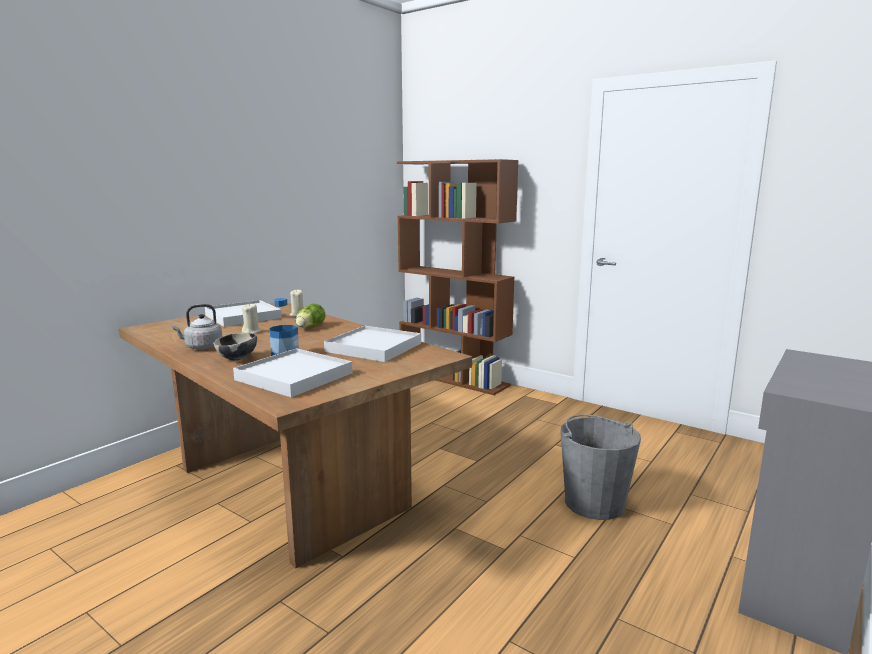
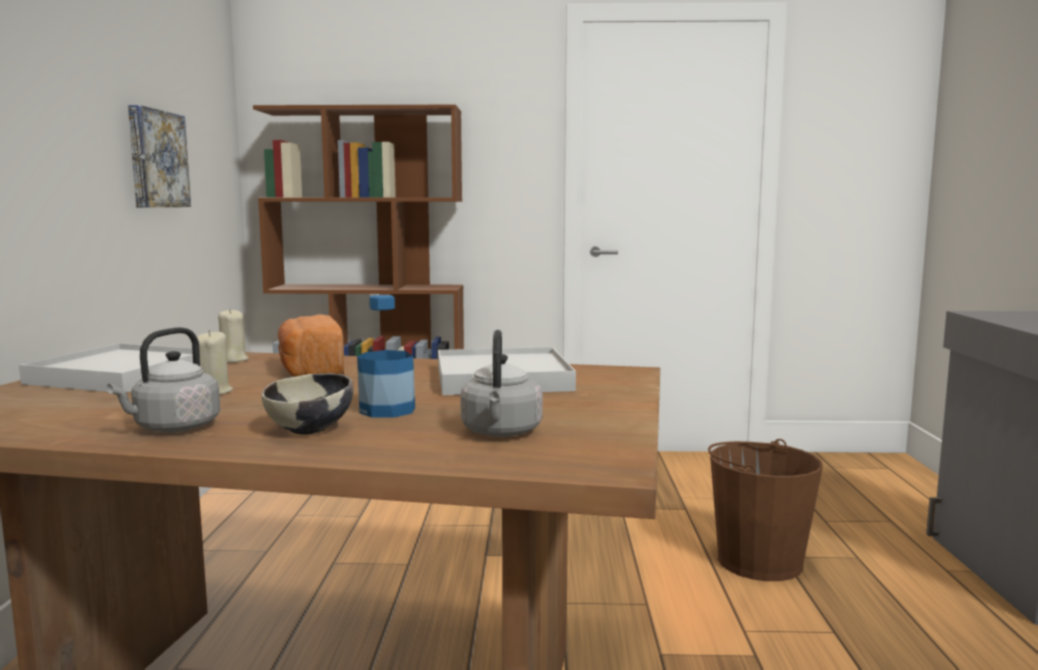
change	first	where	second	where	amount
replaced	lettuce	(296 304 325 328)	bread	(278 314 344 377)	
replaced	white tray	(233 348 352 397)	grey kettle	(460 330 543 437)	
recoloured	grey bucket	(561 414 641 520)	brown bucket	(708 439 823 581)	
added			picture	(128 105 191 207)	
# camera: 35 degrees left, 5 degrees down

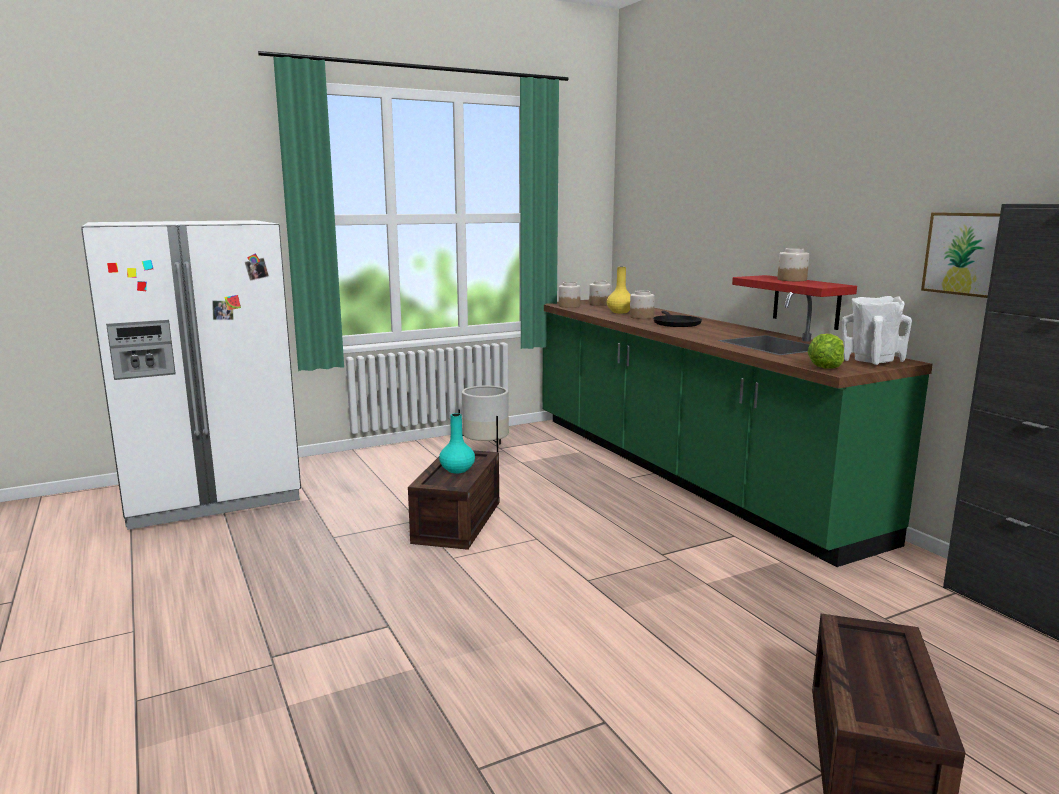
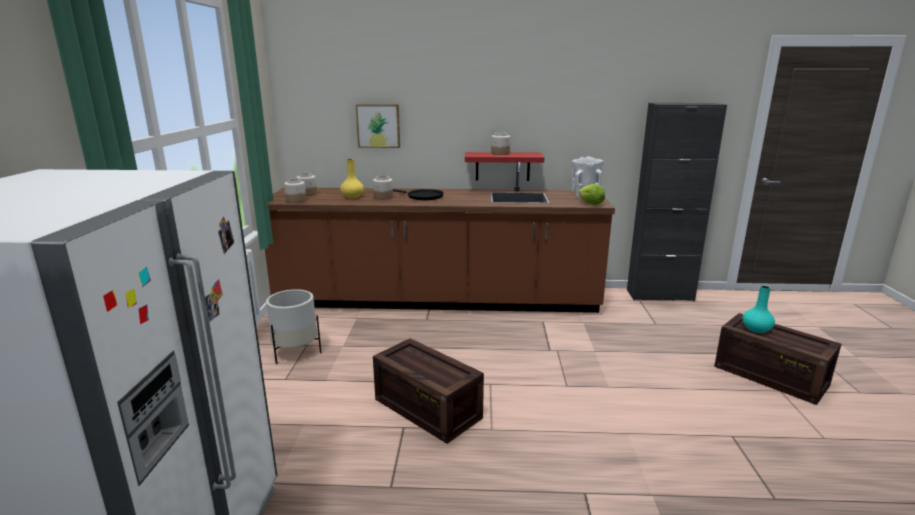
change	first	where	second	where	amount
moved	picture	(921 212 1000 298)		(356 104 400 148)	
recoloured	green counter	(542 292 933 567)	brown counter	(265 162 615 313)	
moved	turquoise vase	(439 413 475 473)		(743 286 775 333)	
# camera: 60 degrees left, 5 degrees up

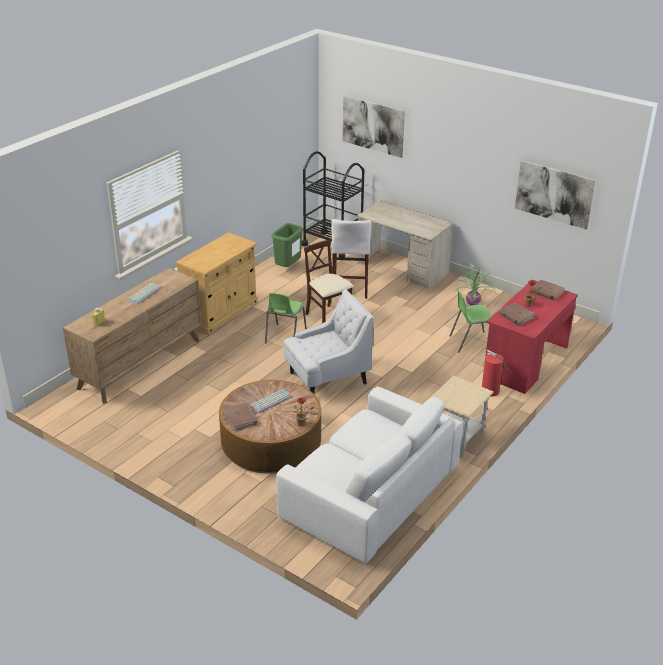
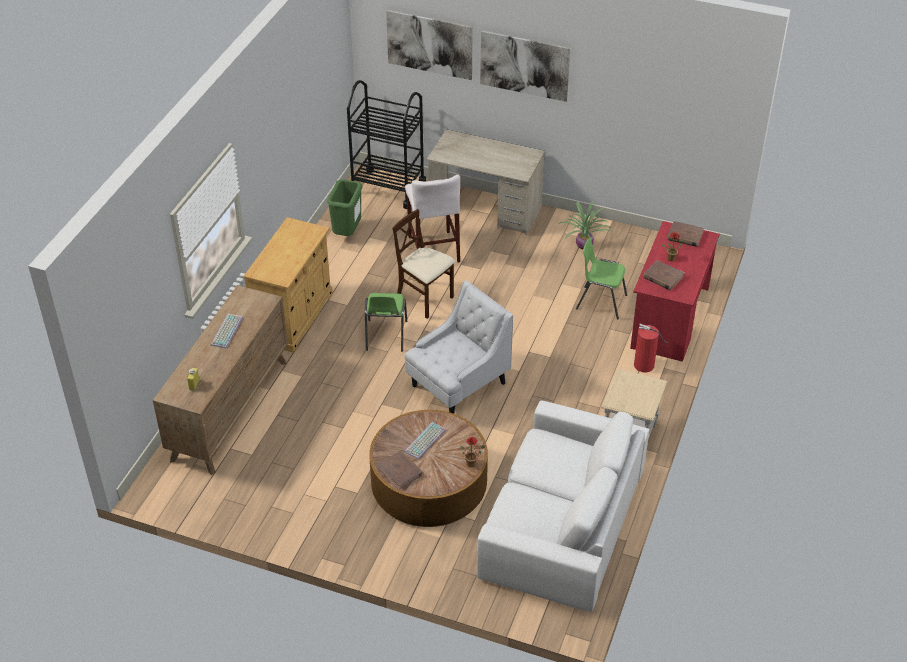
change	first	where	second	where	amount
moved	picture	(515 161 596 230)		(480 31 571 102)	
turned	green chair	(450 289 492 353)		(576 239 627 319)	45 degrees clockwise
# camera: 15 degrees left, 10 degrees up

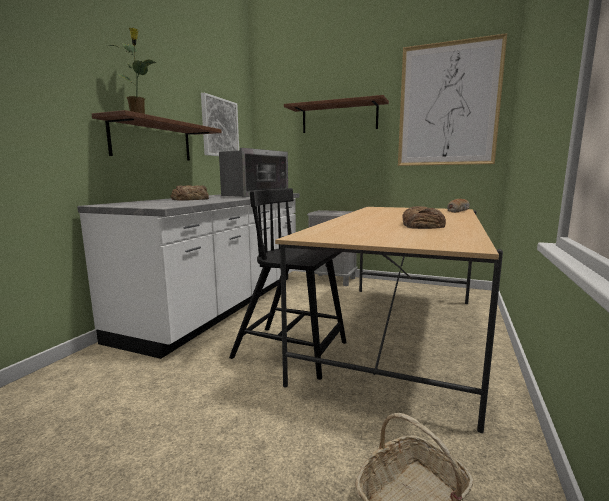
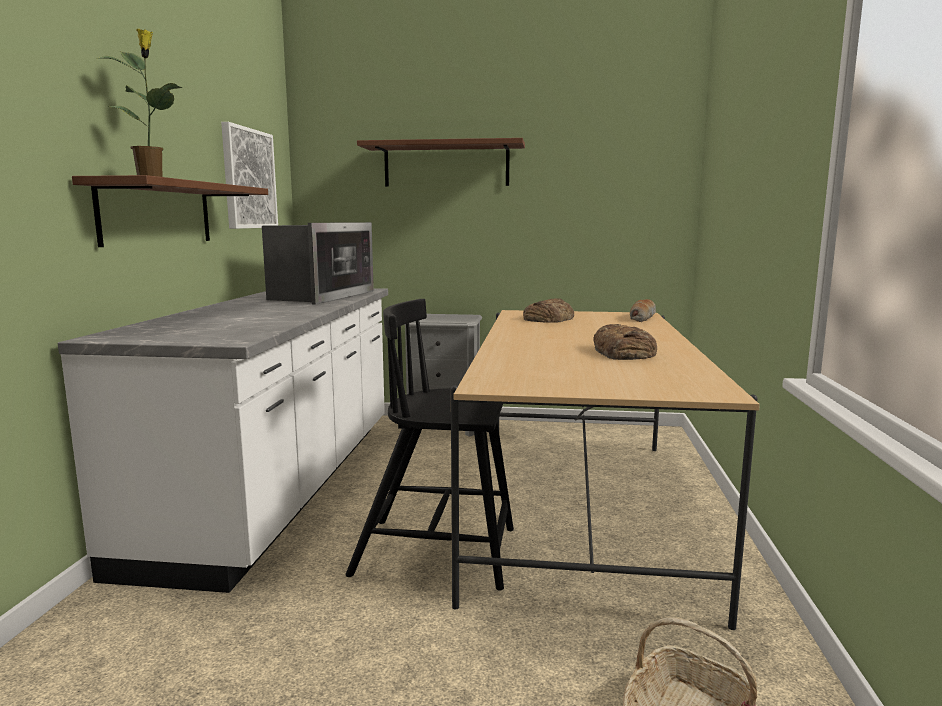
change	first	where	second	where	amount
removed	picture	(398 33 507 166)			
moved	bread	(170 185 209 200)		(523 298 574 323)	
# camera: 15 degrees left, 0 degrees up

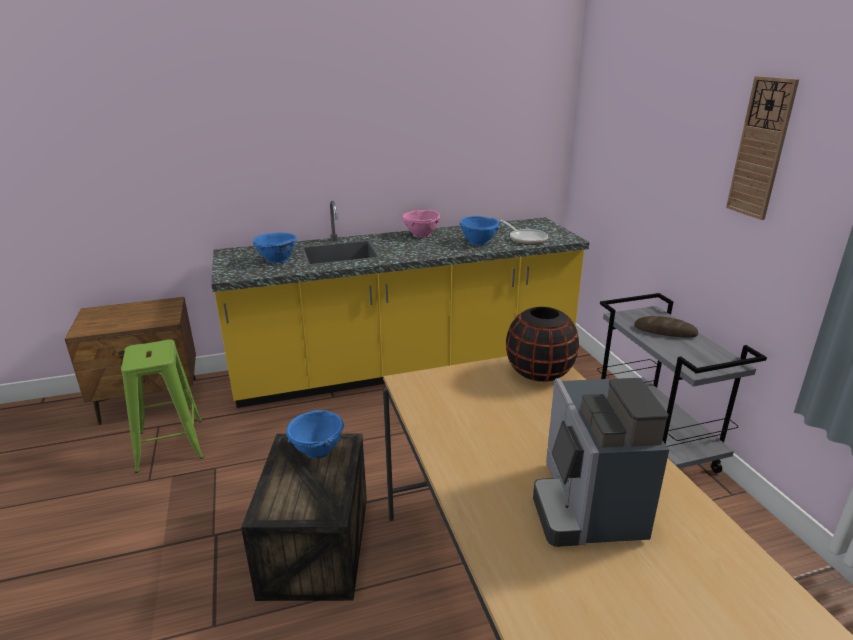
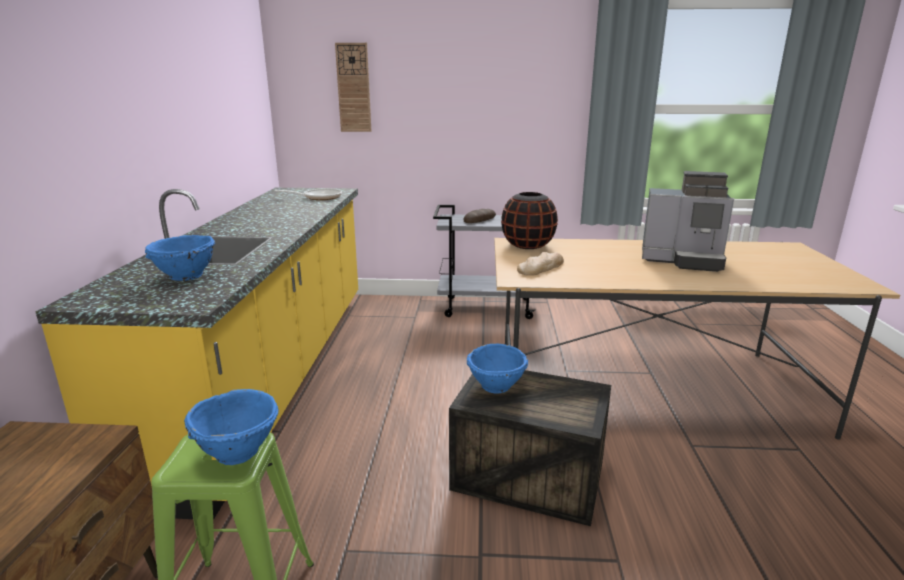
change	first	where	second	where	amount
moved	wall clock	(726 76 799 220)		(335 43 371 132)	
removed	pink bowl	(402 210 440 238)			
moved	blue bowl	(459 216 500 245)		(184 389 279 465)	
added			bread	(517 252 564 276)	
# camera: 70 degrees left, 5 degrees down

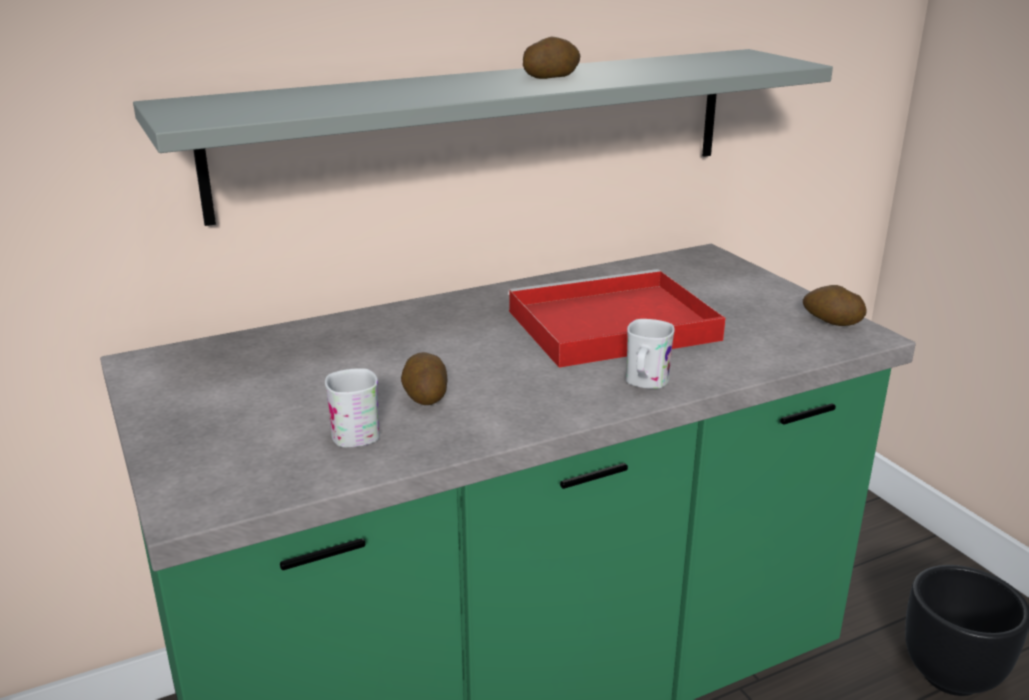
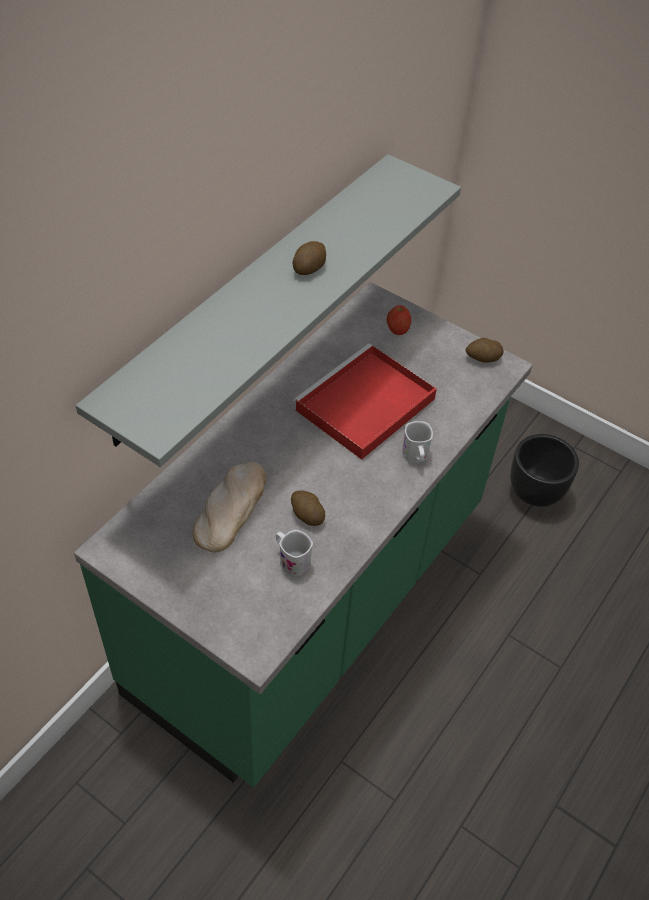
change	first	where	second	where	amount
added			apple	(387 305 411 335)	
added			bread	(193 462 266 553)	
# camera: 30 degrees left, 25 degrees up

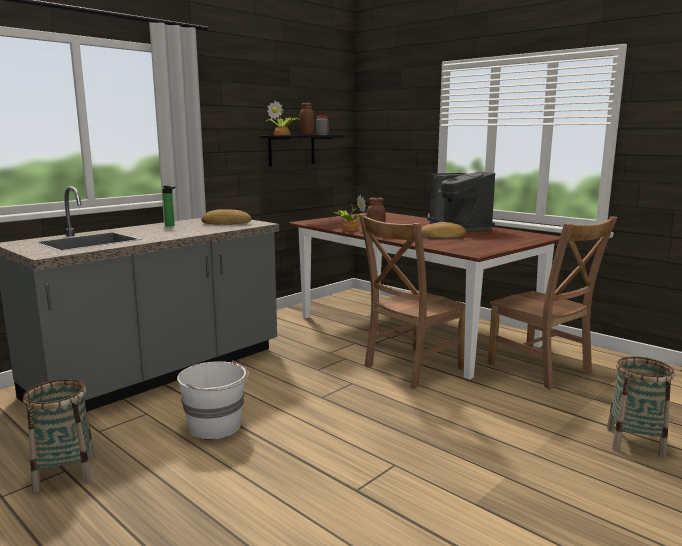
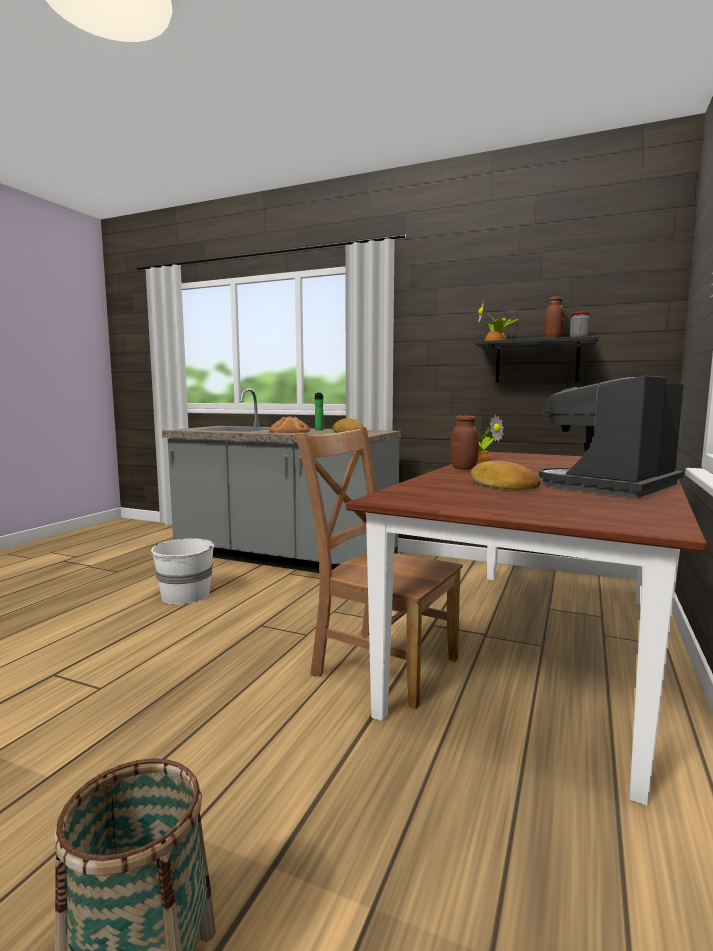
change	first	where	second	where	amount
removed	brown chair	(487 216 618 390)			
removed	basket	(23 379 95 493)			
added			bread	(269 416 311 433)	
# camera: 70 degrees right, 5 degrees down

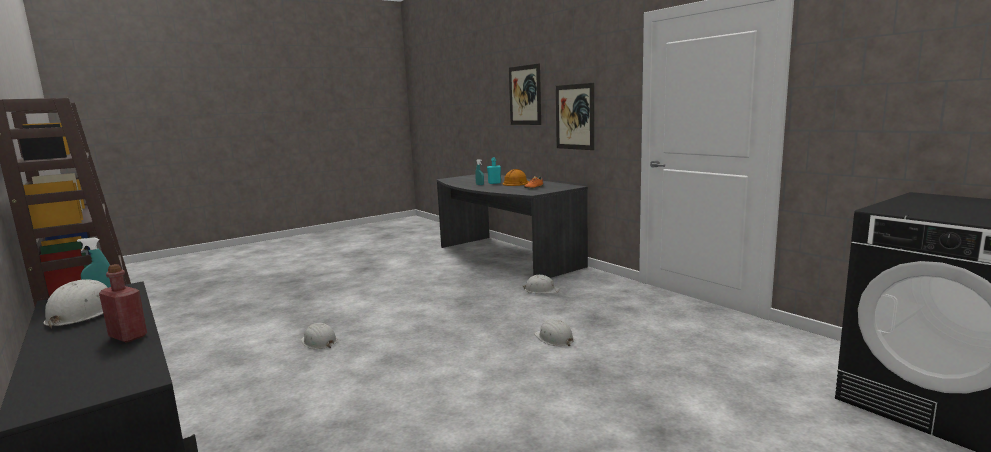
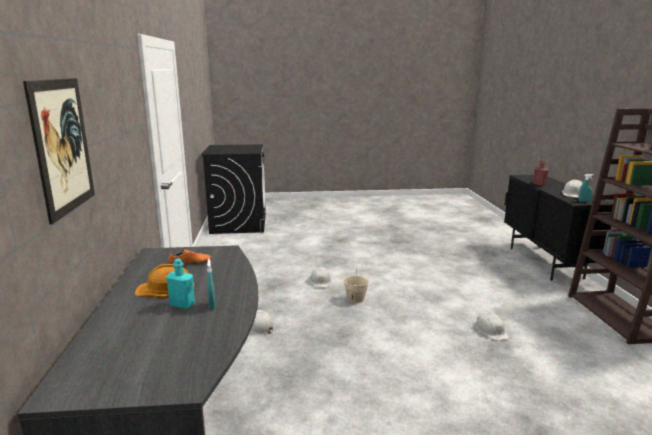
change	first	where	second	where	amount
removed	picture	(556 83 594 150)			
added			beige bucket	(343 267 369 303)	
# camera: 150 degrees left, 5 degrees up

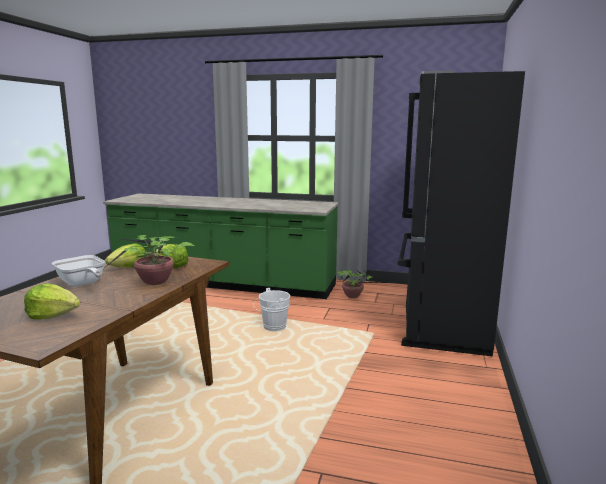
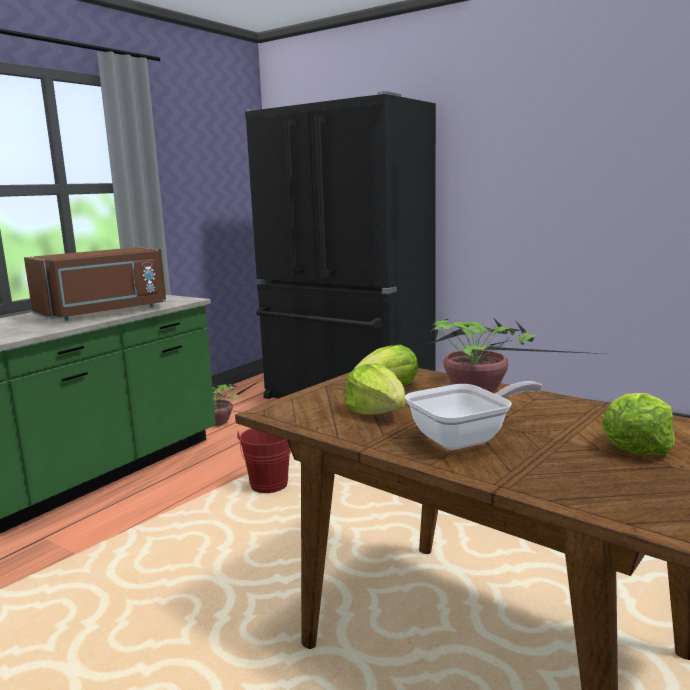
change	first	where	second	where	amount
recoloured	white bucket	(253 288 290 331)	red bucket	(237 428 291 493)	
added			brown microwave	(24 247 166 321)	
# camera: 70 degrees left, 0 degrees up

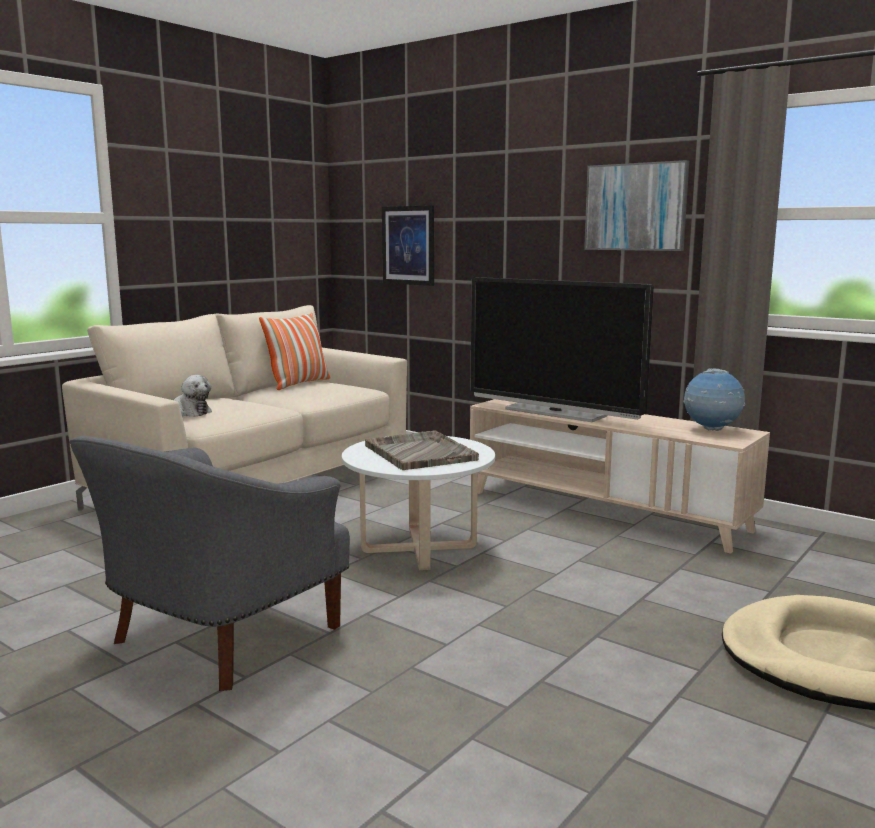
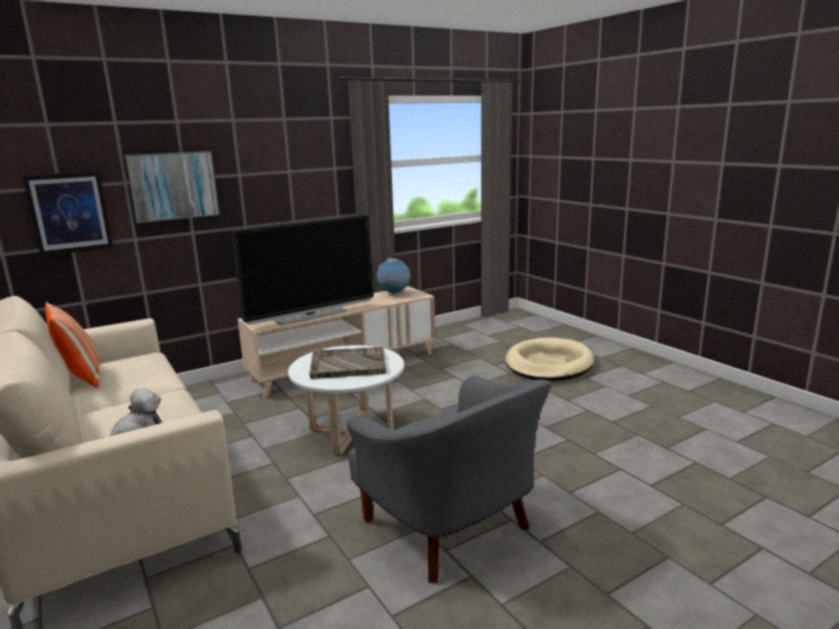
change	first	where	second	where	amount
moved	picture	(584 160 689 251)		(125 151 220 223)	
# camera: 70 degrees left, 5 degrees up

